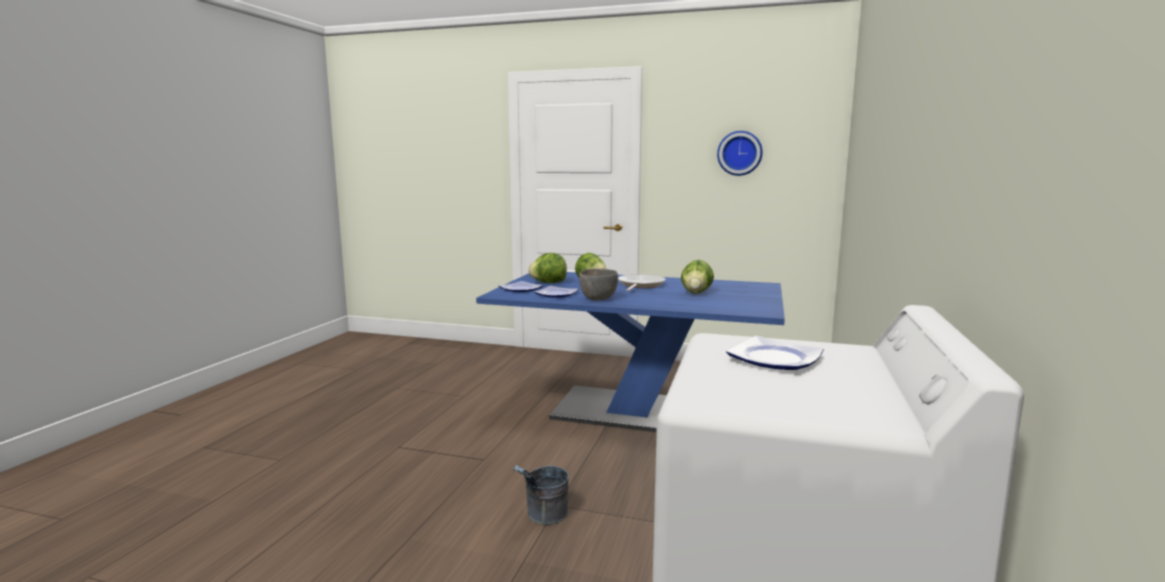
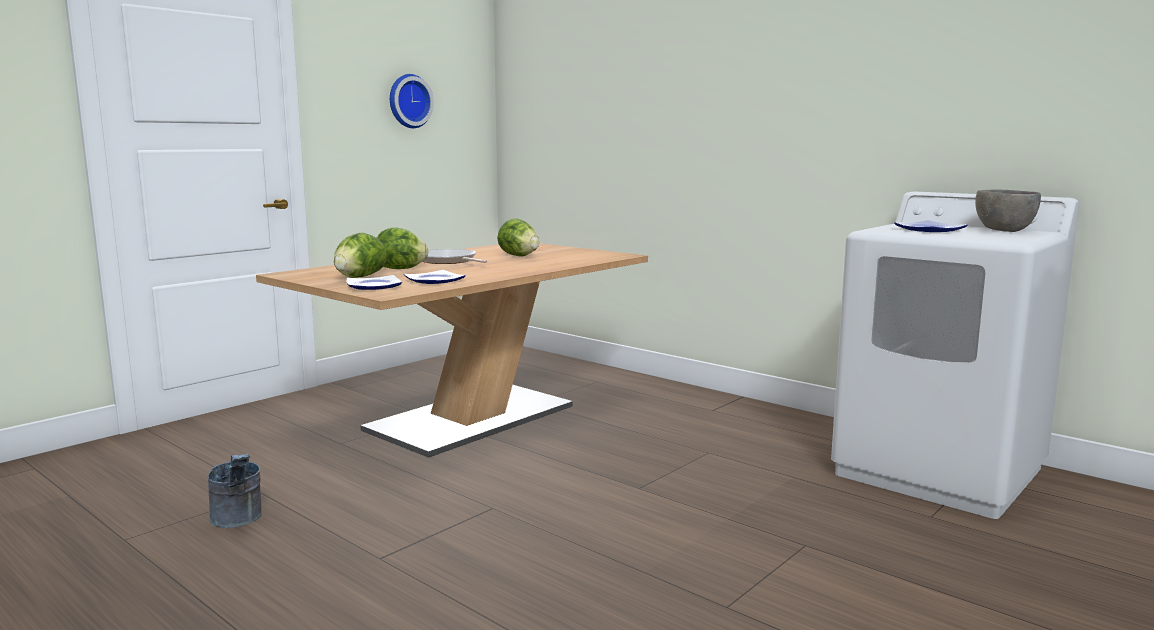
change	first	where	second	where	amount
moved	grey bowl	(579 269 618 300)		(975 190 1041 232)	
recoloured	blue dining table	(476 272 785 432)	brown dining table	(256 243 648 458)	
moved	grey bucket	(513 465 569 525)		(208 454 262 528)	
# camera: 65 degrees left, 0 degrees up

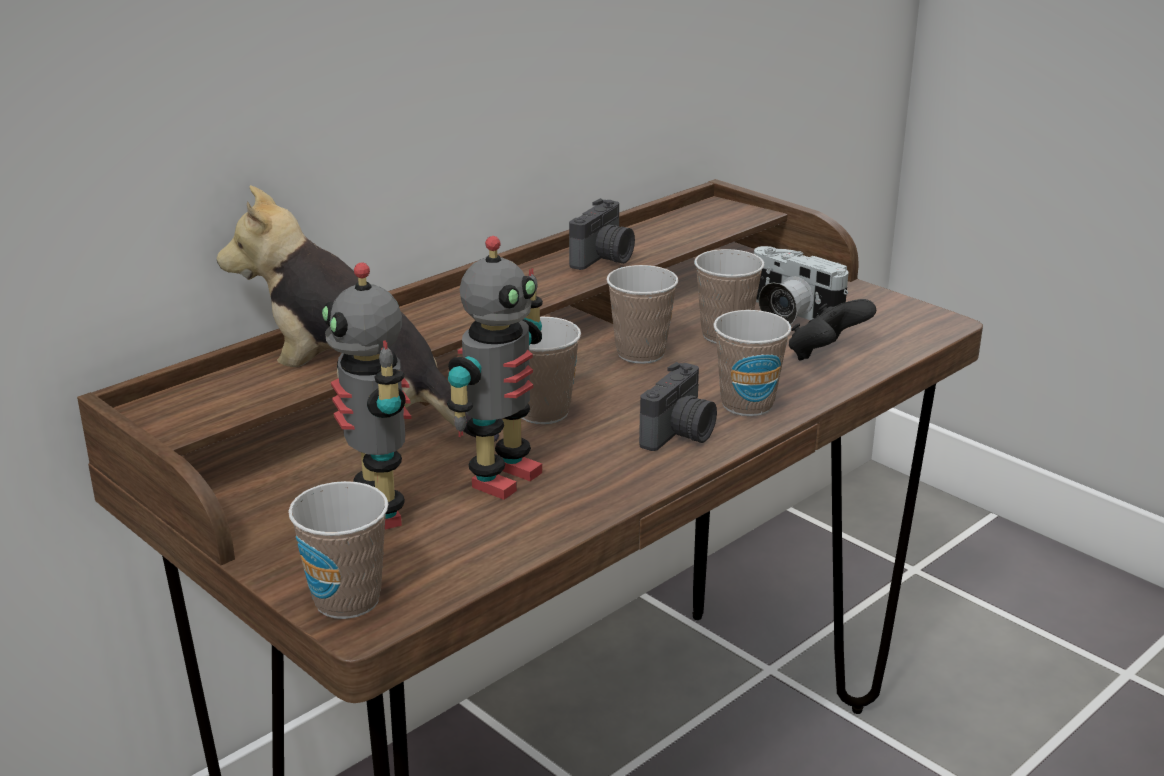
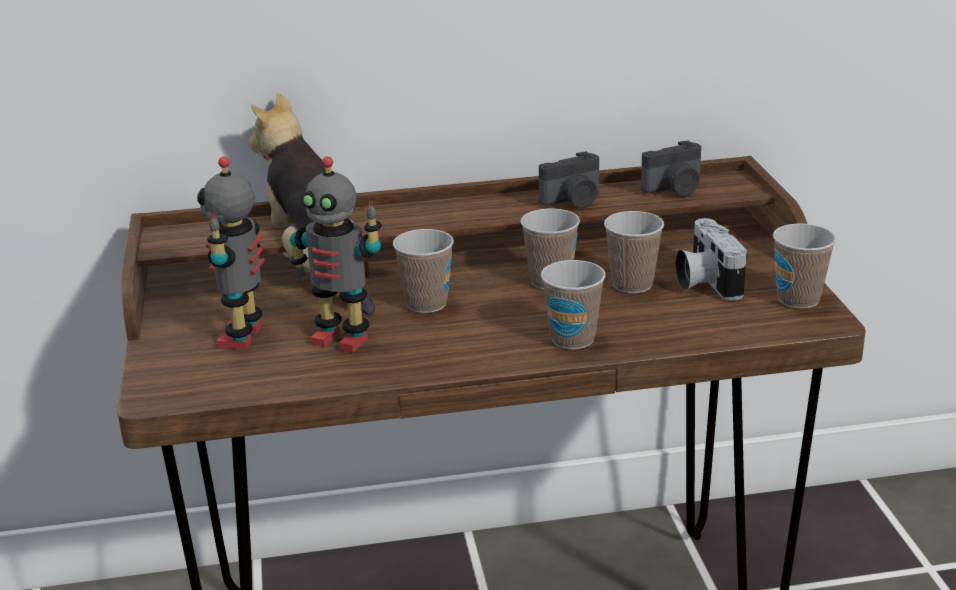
change	first	where	second	where	amount
turned	toy robot	(447 236 543 500)		(290 156 382 353)	45 degrees clockwise
removed	black game controller	(789 299 876 360)			
moved	photo camera	(639 362 717 451)		(641 140 701 196)	
moved	cup	(288 481 388 619)		(773 224 836 309)	
# camera: 35 degrees right, 0 degrees up

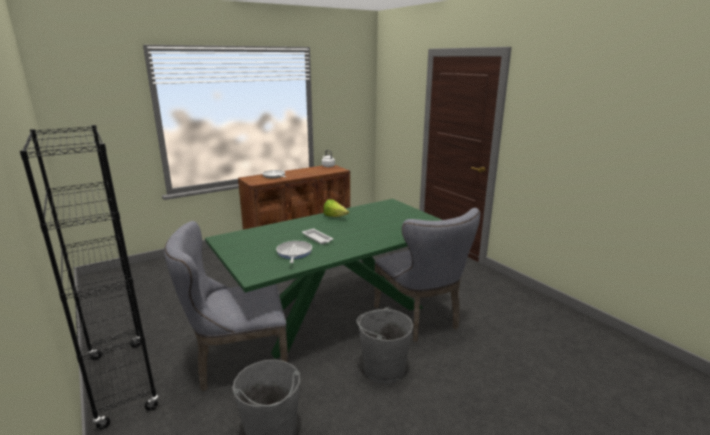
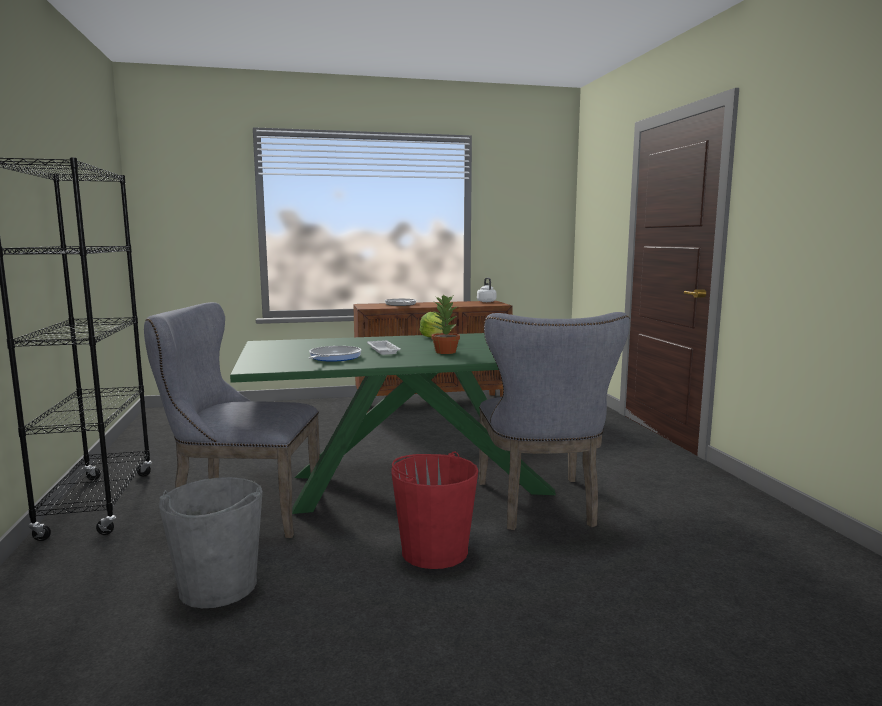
change	first	where	second	where	amount
recoloured	grey bucket	(357 307 413 384)	red bucket	(391 452 478 569)	
added			potted plant	(432 294 460 354)	
# camera: 20 degrees right, 10 degrees down

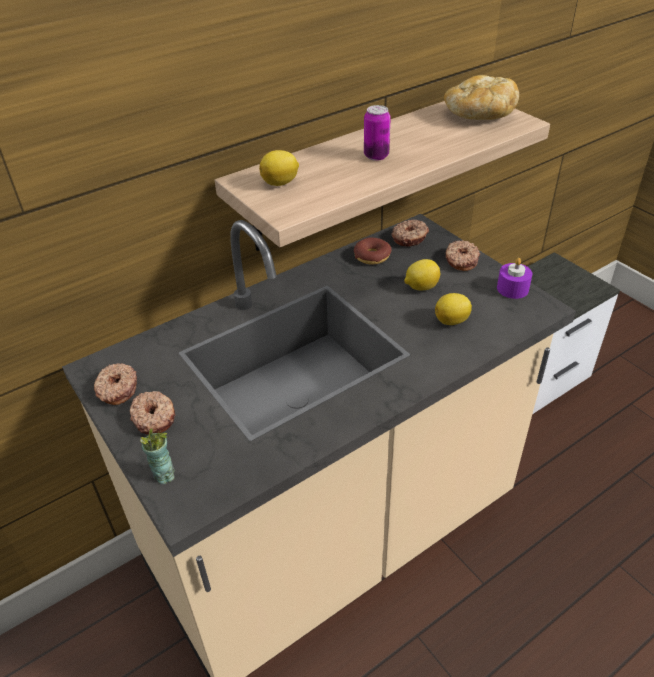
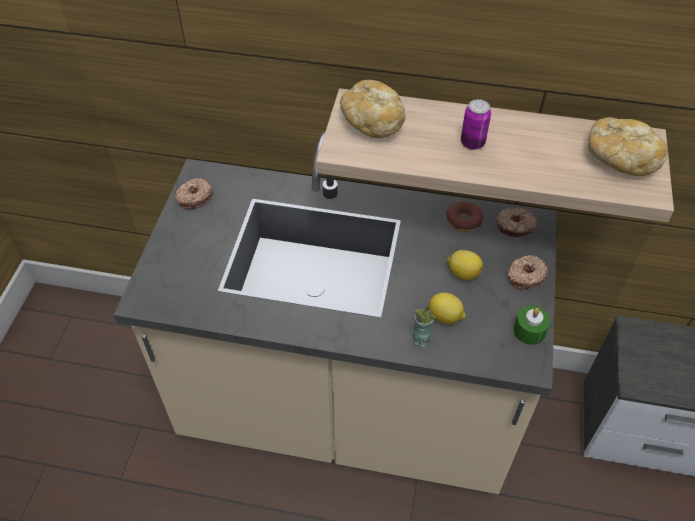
change	first	where	second	where	amount
replaced	lemon	(259 150 299 186)	bread	(340 80 406 138)	
recoloured	purple candle	(497 258 532 299)	green candle	(513 306 550 345)	
removed	donut	(130 391 175 434)			
moved	cup	(140 428 175 484)		(413 306 436 347)	
# camera: 45 degrees right, 10 degrees up

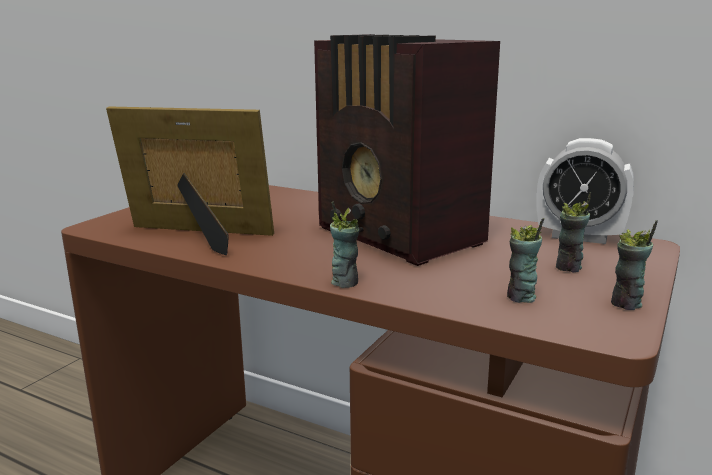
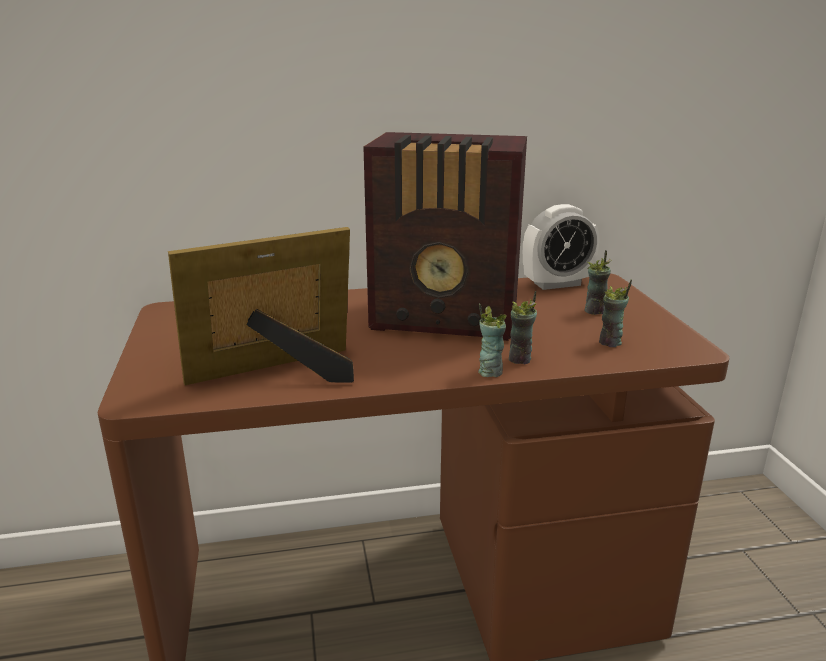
change	first	where	second	where	amount
moved	cup	(611 220 658 310)		(509 291 537 364)	
# camera: 40 degrees left, 5 degrees up

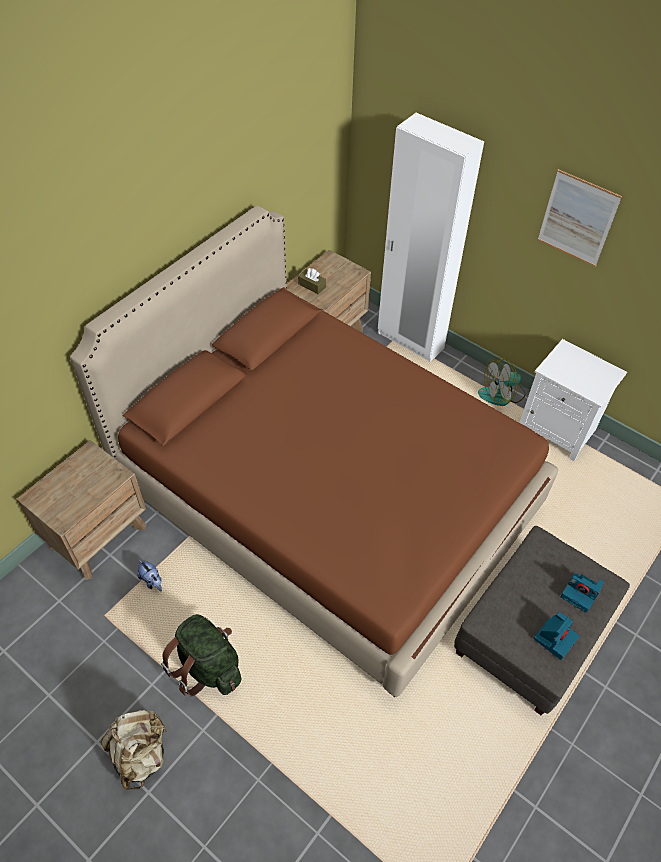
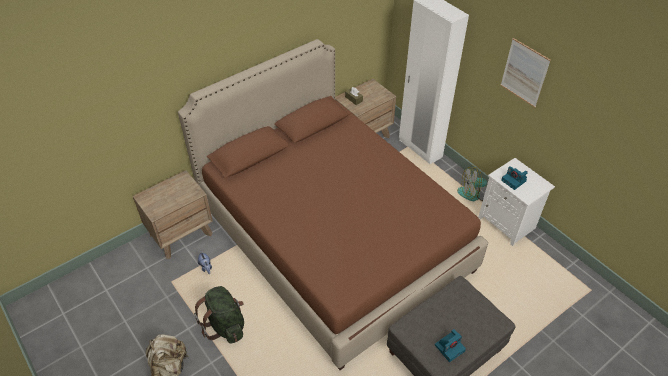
change	first	where	second	where	amount
moved	photo camera	(560 573 604 613)		(501 166 528 190)	
# camera: 15 degrees right, 5 degrees down

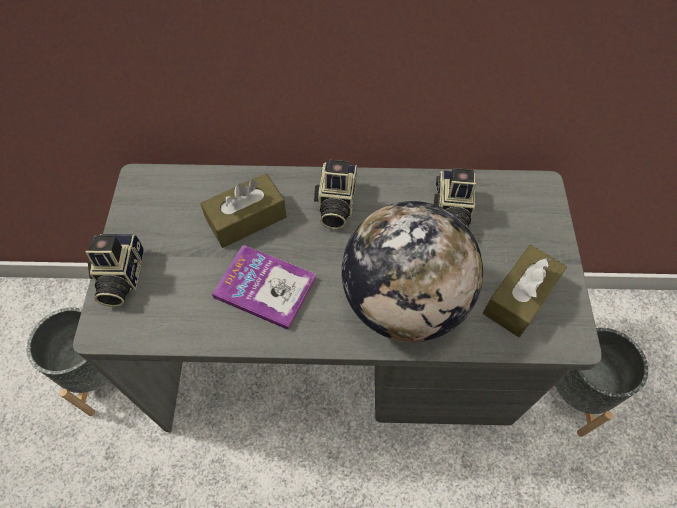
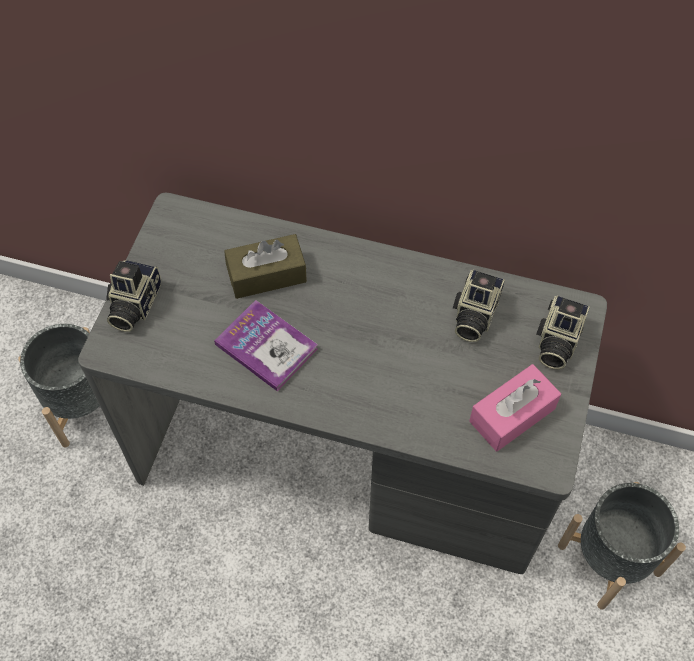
change	first	where	second	where	amount
moved	photo camera	(314 160 357 229)		(536 296 590 370)	
removed	globe	(341 201 483 342)			
recoloured	brown tissue box	(483 245 567 337)	pink tissue box	(469 364 561 452)	
# camera: 15 degrees right, 0 degrees up

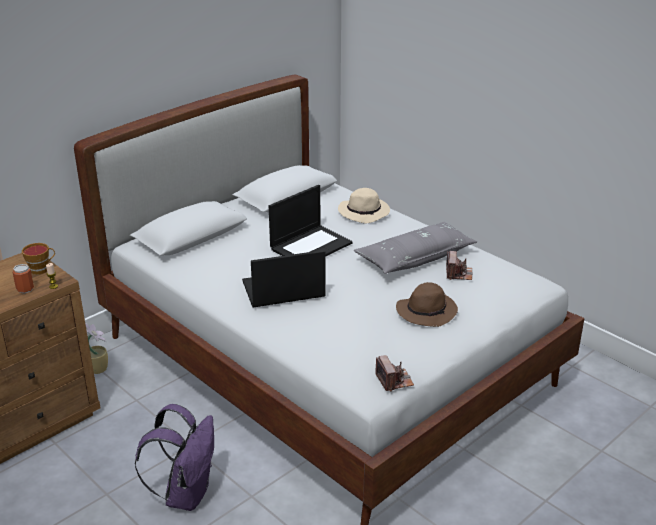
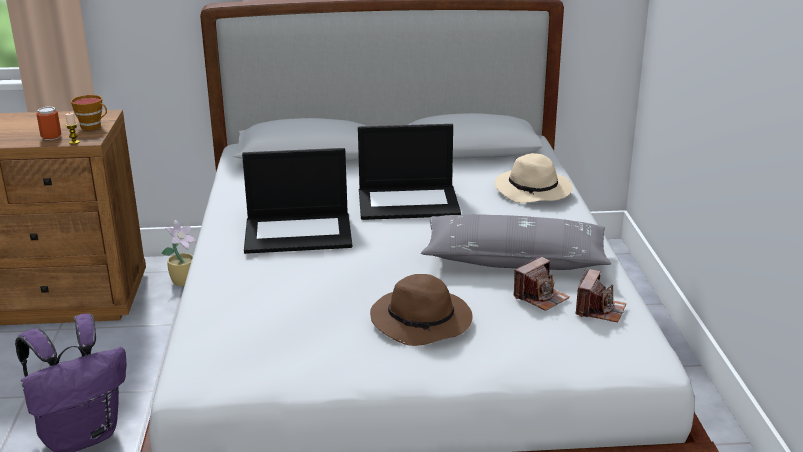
change	first	where	second	where	amount
turned	laptop	(242 250 326 308)		(242 148 352 254)	150 degrees clockwise
moved	photo camera	(375 355 414 392)		(575 269 626 322)	
# camera: 40 degrees right, 5 degrees down

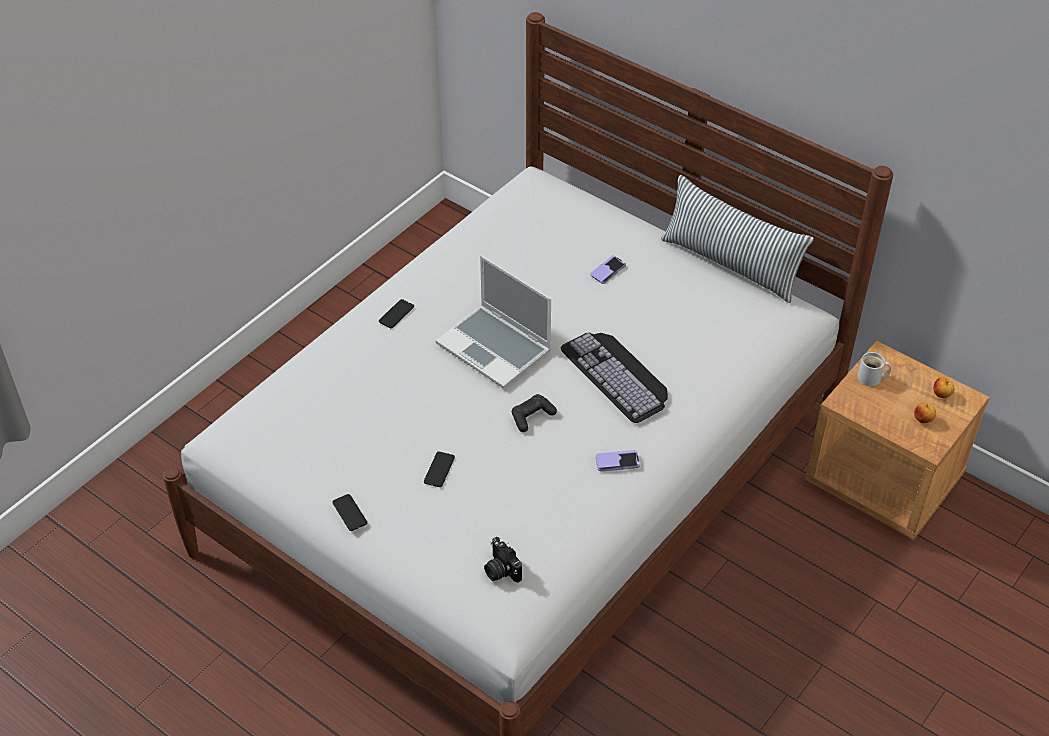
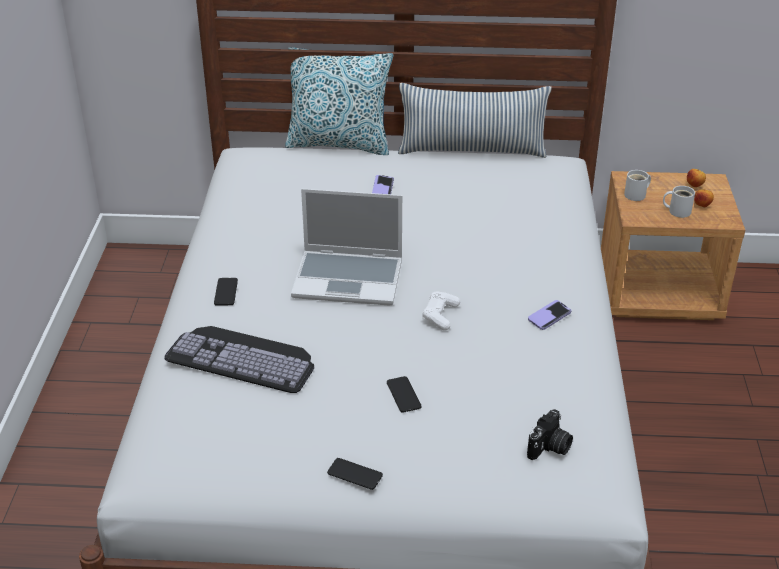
change	first	where	second	where	amount
moved	keyboard	(561 332 668 423)		(164 326 314 393)	
recoloured	black game controller	(512 394 557 432)	white game controller	(422 292 460 331)	
turned	photo camera	(484 537 522 583)		(527 409 573 460)	75 degrees counterclockwise
added			pillow	(285 47 393 155)	
added			white mug	(663 186 695 218)	
# camera: 35 degrees left, 10 degrees down

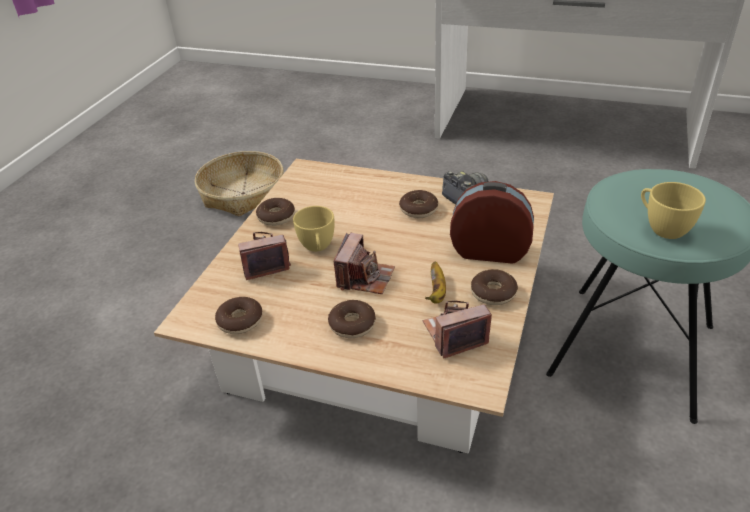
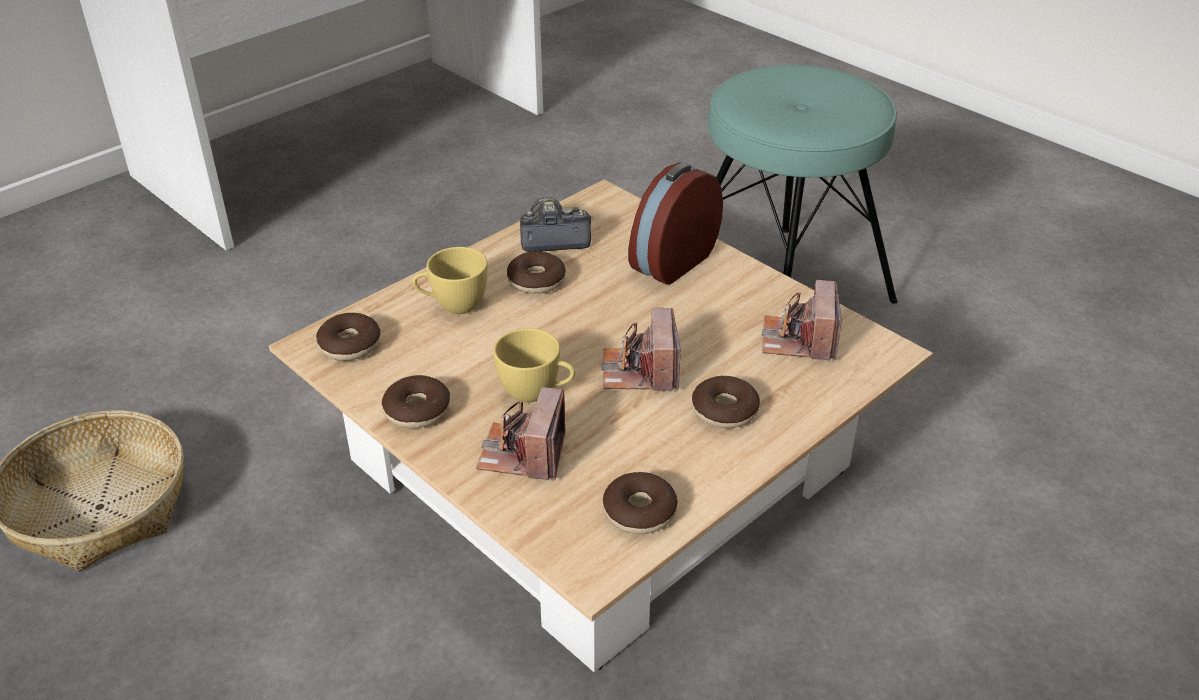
change	first	where	second	where	amount
moved	yellow cup	(641 182 706 239)		(413 247 487 314)	
turned	photo camera	(334 233 395 294)		(601 308 681 391)	135 degrees counterclockwise
removed	banana	(425 262 446 304)			
moved	donut	(471 269 518 305)		(316 313 380 361)	
# camera: 65 degrees left, 0 degrees up

